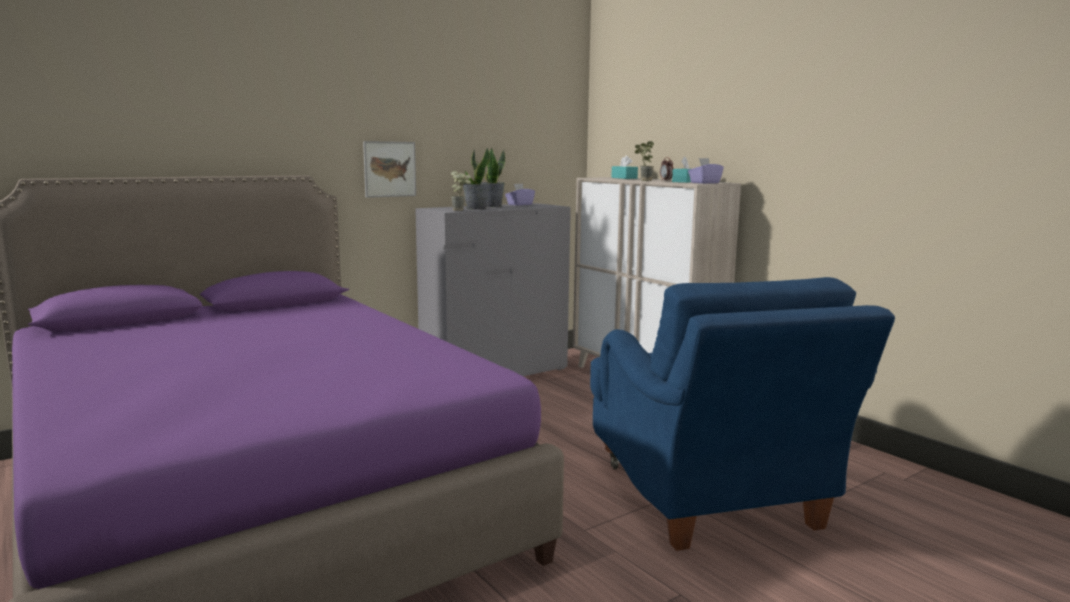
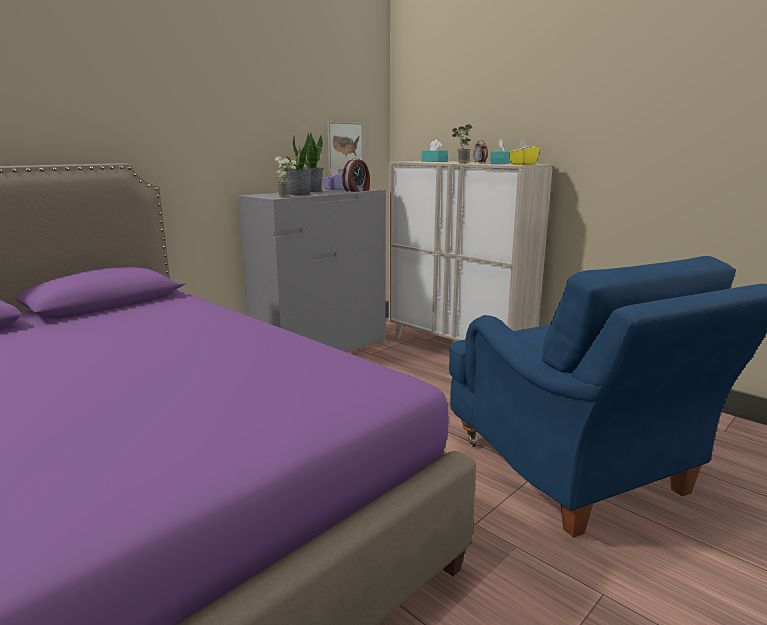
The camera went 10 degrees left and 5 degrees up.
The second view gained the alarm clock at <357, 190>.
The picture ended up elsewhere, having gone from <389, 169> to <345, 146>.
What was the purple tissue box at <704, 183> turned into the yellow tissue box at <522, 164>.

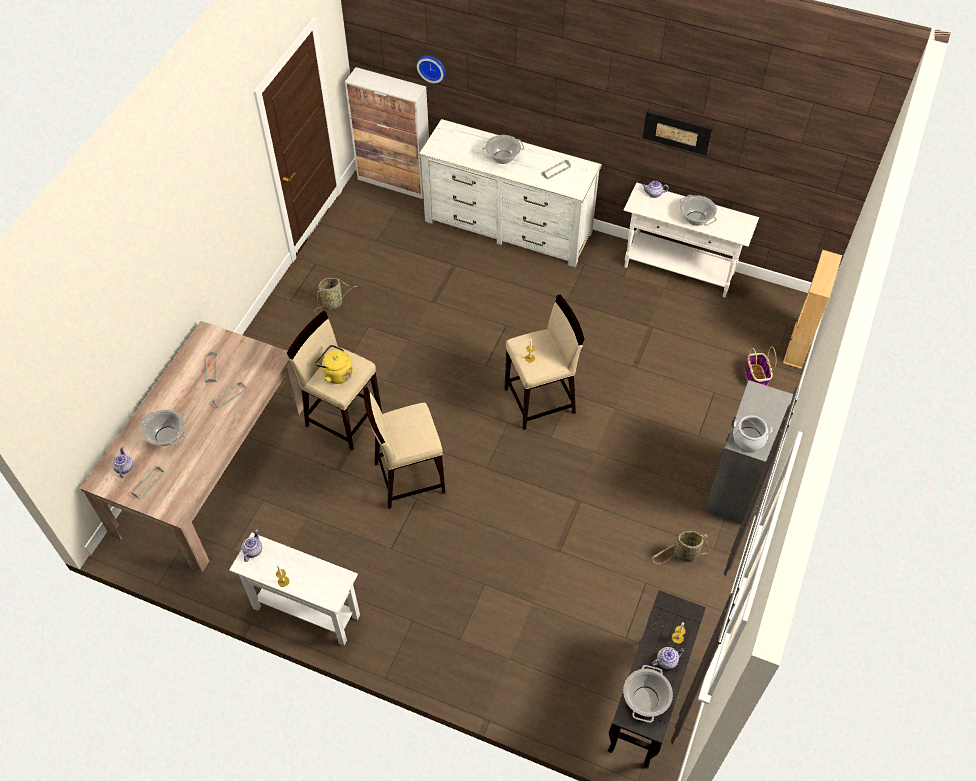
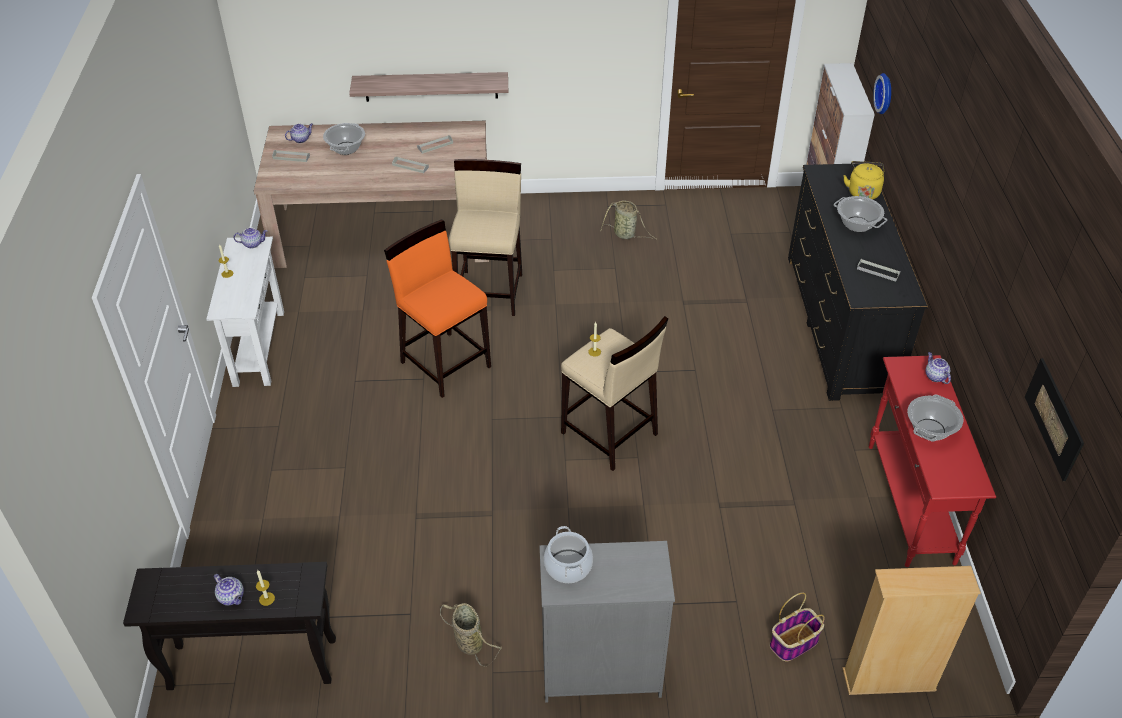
The camera went 65 degrees right and 10 degrees down.
The second view lost the cooking pot at <645, 698>.
The second view gained the shelf at <431, 86>.
The yellow kettle ended up elsewhere, having gone from <336, 373> to <862, 192>.
The picture ended up elsewhere, having gone from <677, 133> to <1054, 418>.
What was the beige stool at <408, 478> turned into the orange stool at <445, 363>.
What was the white dresser at <508, 227> turned into the black dresser at <839, 324>.
What was the white console table at <679, 271> turned into the red console table at <910, 503>.

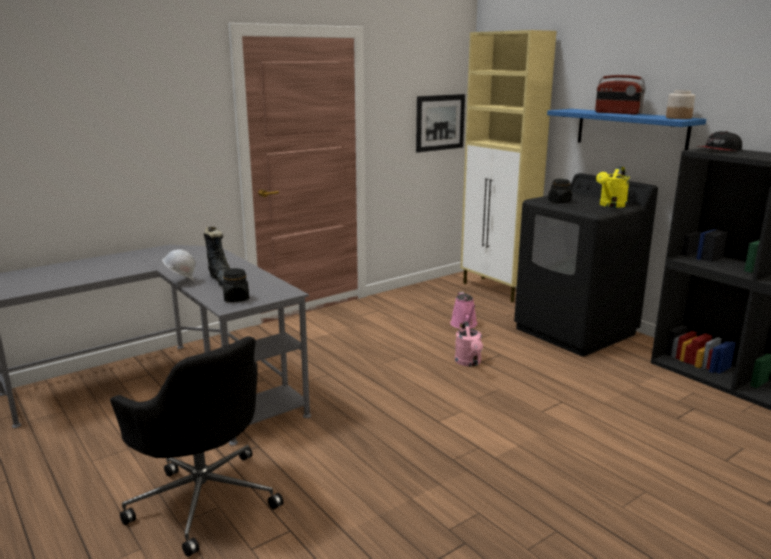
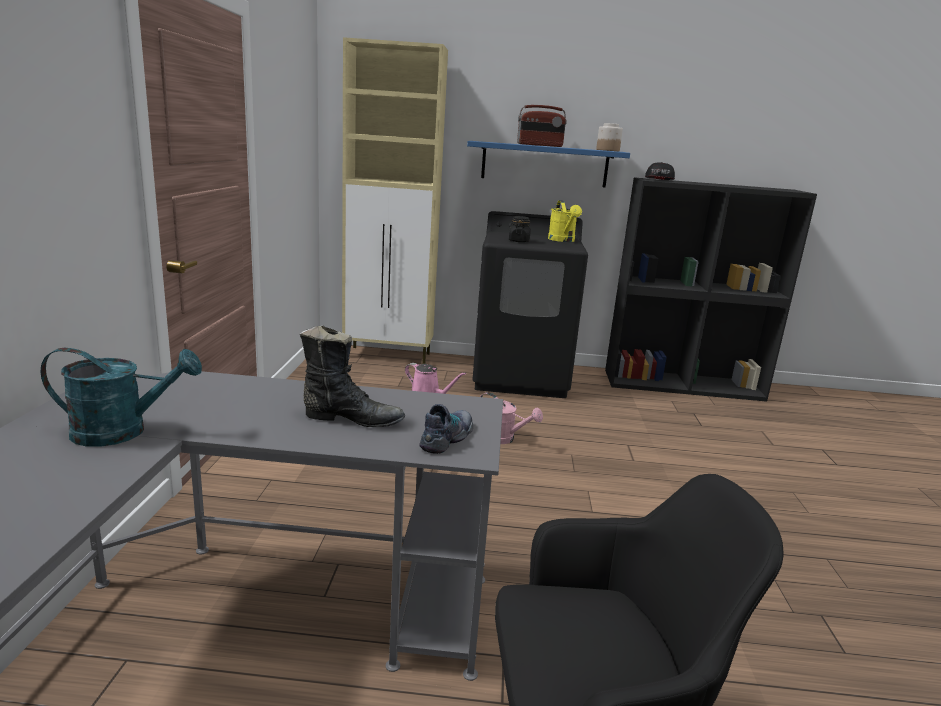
The camera went 50 degrees left and 0 degrees up.
The second view lost the white hard hat at <180, 281>.
The second view lost the picture at <440, 122>.
The second view gained the turquoise watering can at <123, 431>.
Where the black jar stood at <236, 299>, the shoe came to stand at <448, 438>.

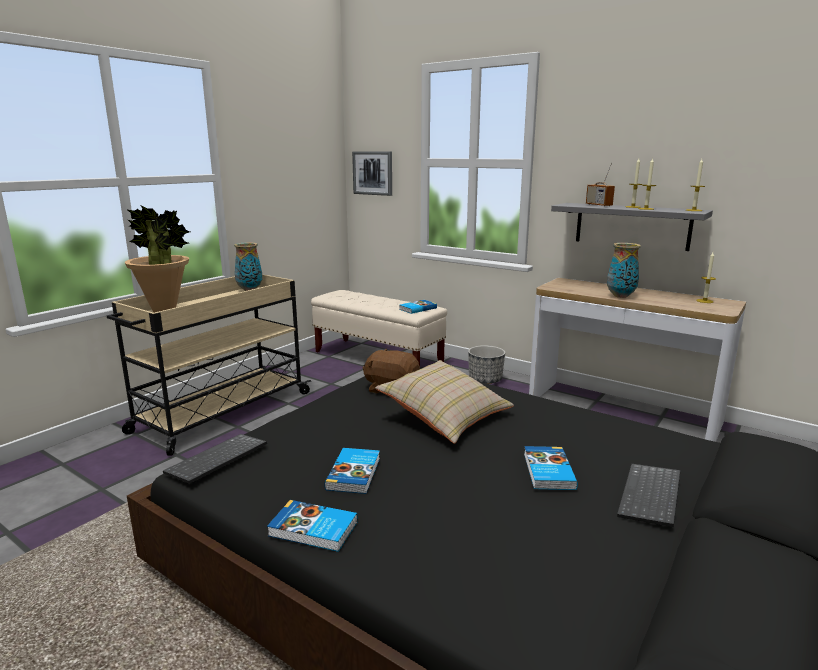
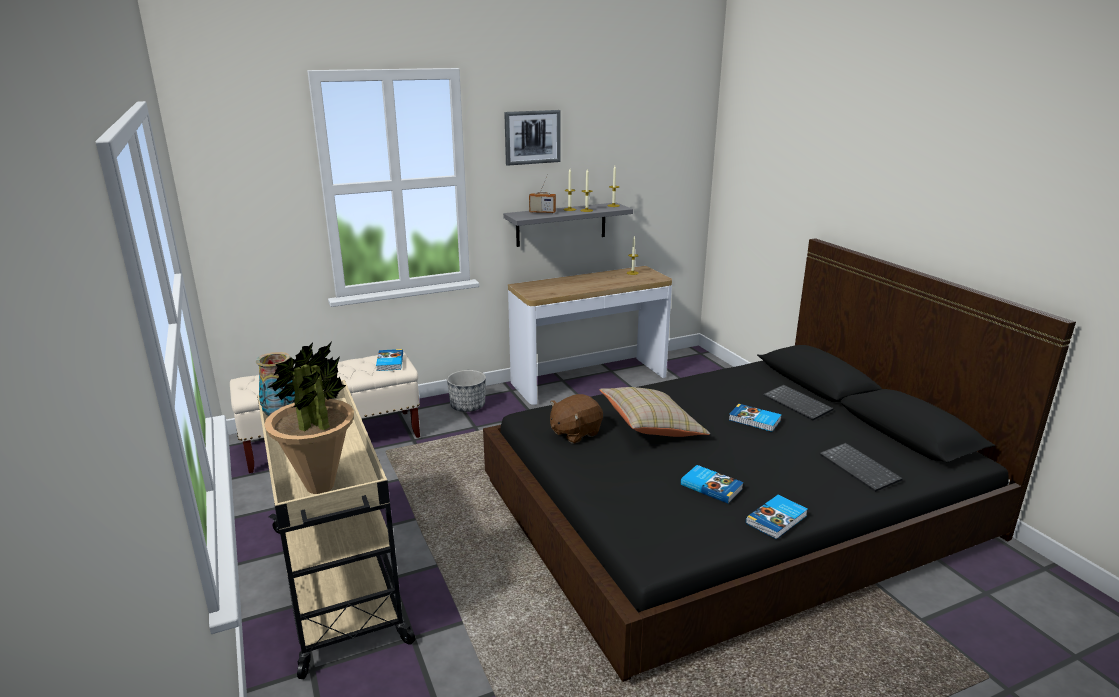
The camera went 60 degrees left and 5 degrees up.
The second view lost the vase at <621, 296>.
The keyboard ended up elsewhere, having gone from <217, 461> to <861, 468>.
The picture ended up elsewhere, having gone from <373, 173> to <532, 137>.

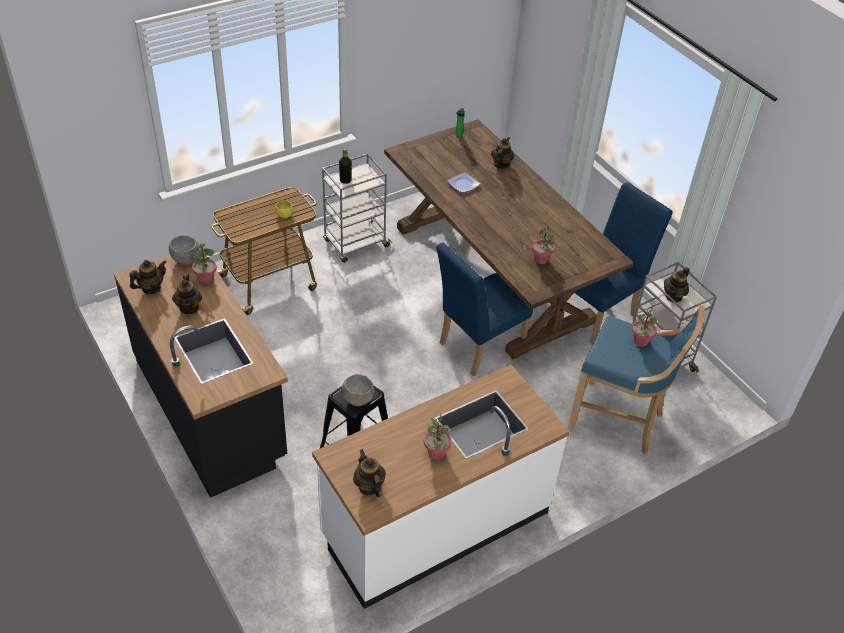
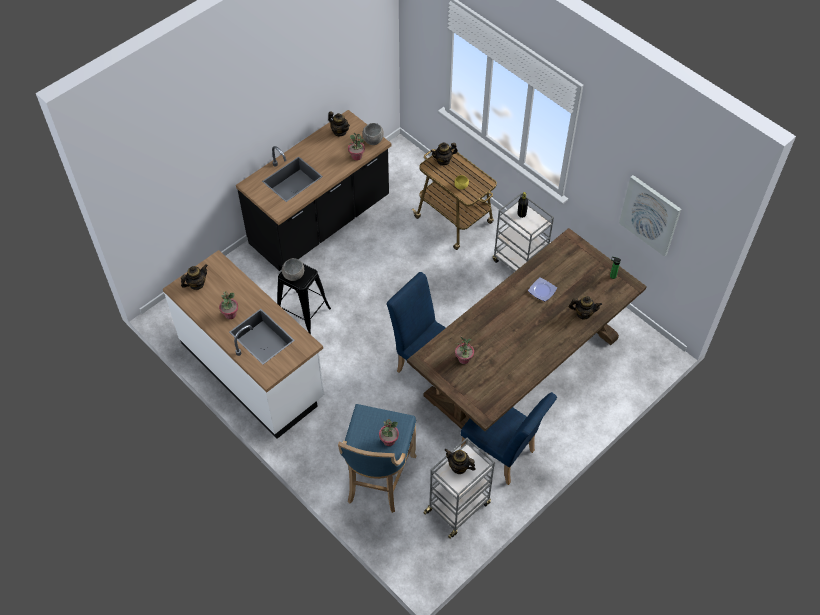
The camera went 80 degrees right and 10 degrees up.
The second view gained the picture at <650, 215>.
The teapot ended up elsewhere, having gone from <189, 307> to <443, 160>.

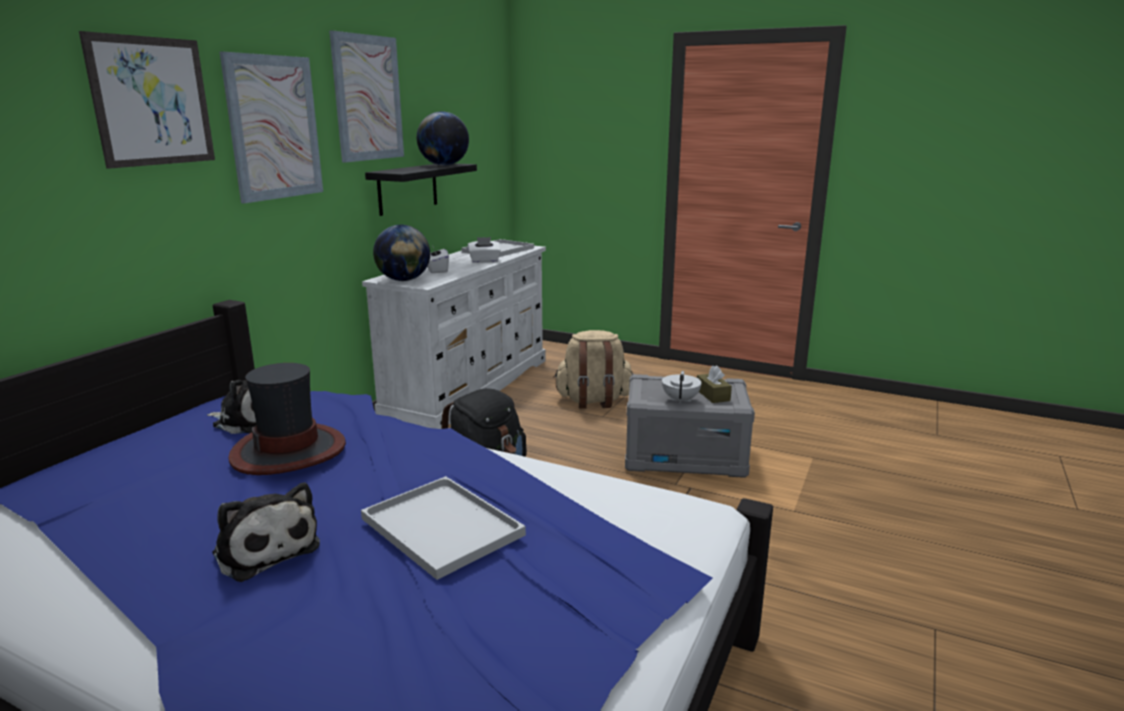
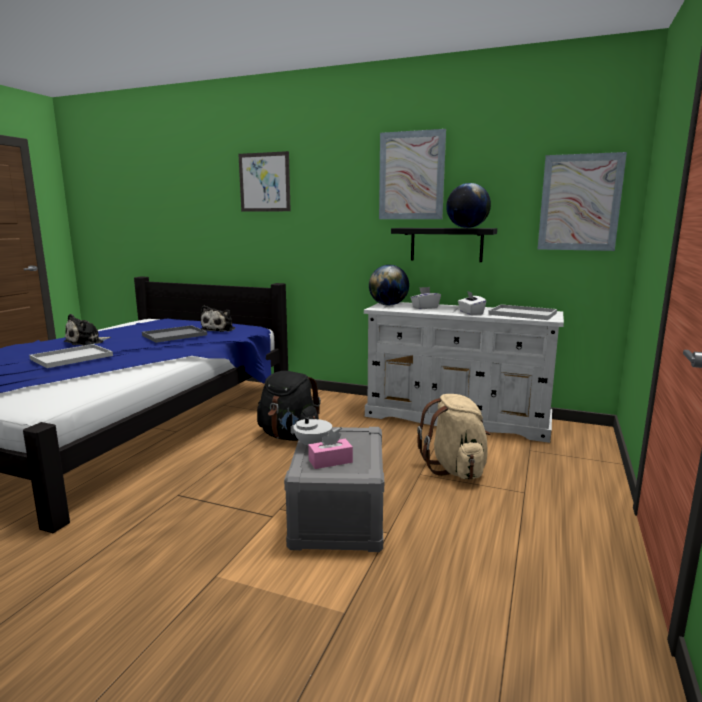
The camera went 85 degrees right and 5 degrees down.
The picture ended up elsewhere, having gone from <274, 128> to <579, 203>.
Where the hat stood at <289, 450>, the grey tray came to stand at <173, 335>.
What was the brown tissue box at <712, 395> turned into the pink tissue box at <330, 461>.

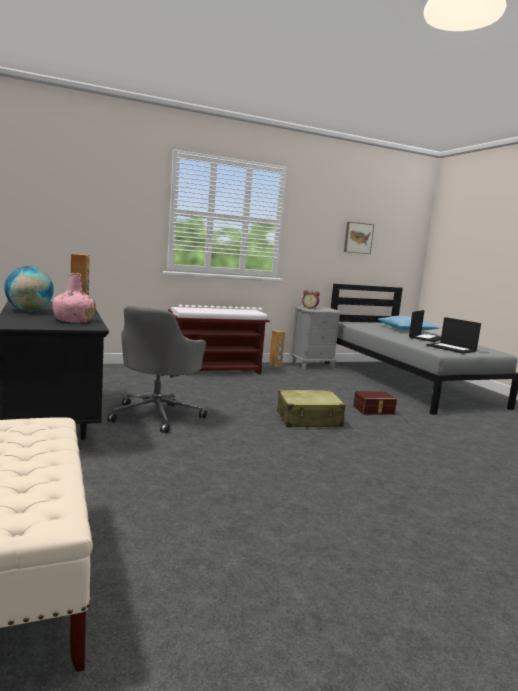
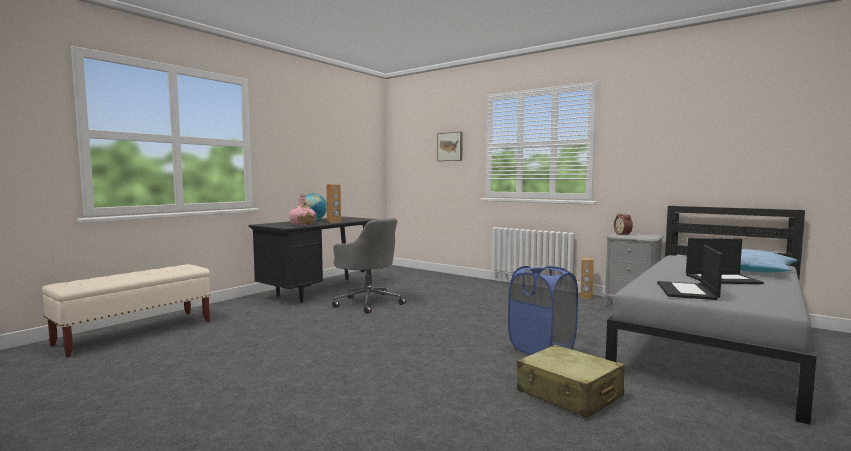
The camera went 60 degrees right and 5 degrees down.
The second view lost the brown bench at <215, 371>.
The beige suitcase ended up elsewhere, having gone from <309, 419> to <569, 394>.
The picture ended up elsewhere, having gone from <358, 238> to <450, 146>.
Where the brown storage box stood at <374, 410>, the blue laundry basket came to stand at <541, 348>.
The grey office chair at <157, 415> ended up facing another way, 120 degrees counterclockwise from before.

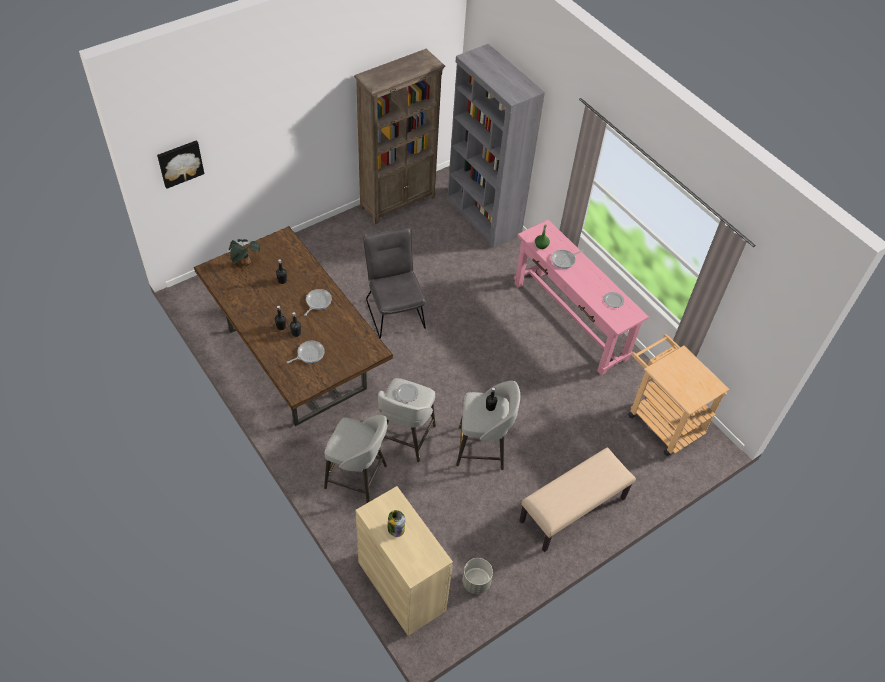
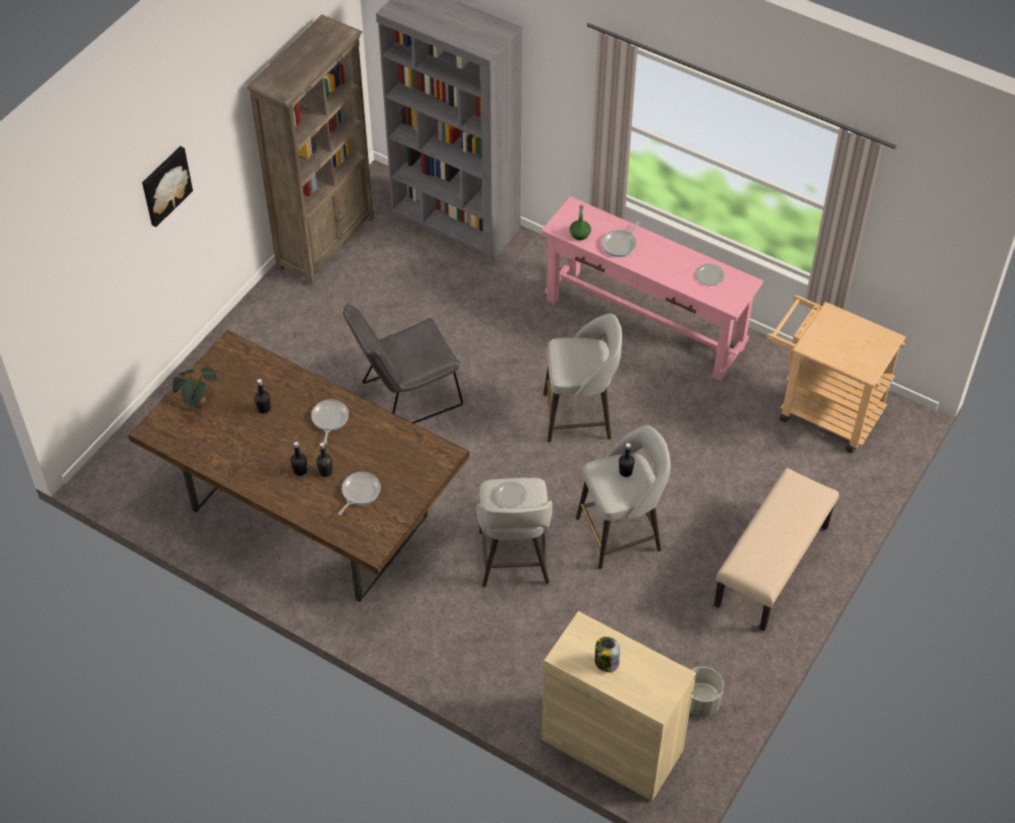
The camera went 20 degrees left and 0 degrees up.
The picture ended up elsewhere, having gone from <180, 163> to <165, 185>.
The grey stool ended up elsewhere, having gone from <357, 477> to <579, 416>.
The grey chair at <394, 310> ended up facing another way, 75 degrees counterclockwise from before.

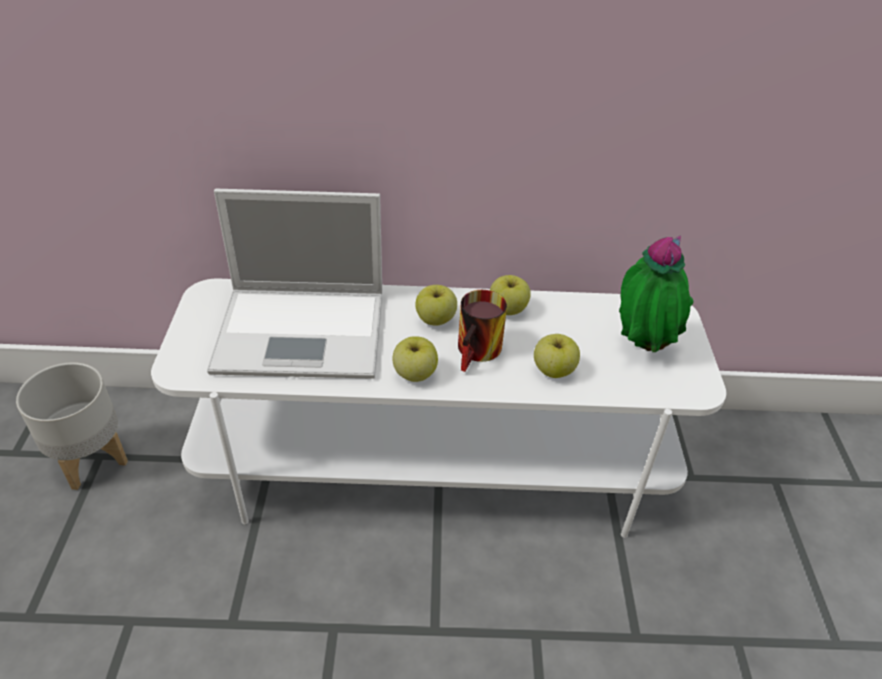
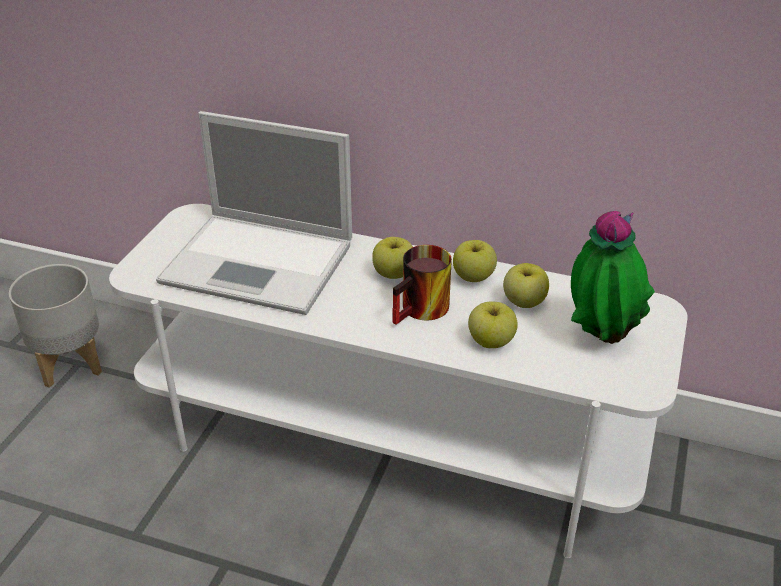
The camera went 20 degrees right and 5 degrees down.
The apple ended up elsewhere, having gone from <414, 374> to <524, 302>.

